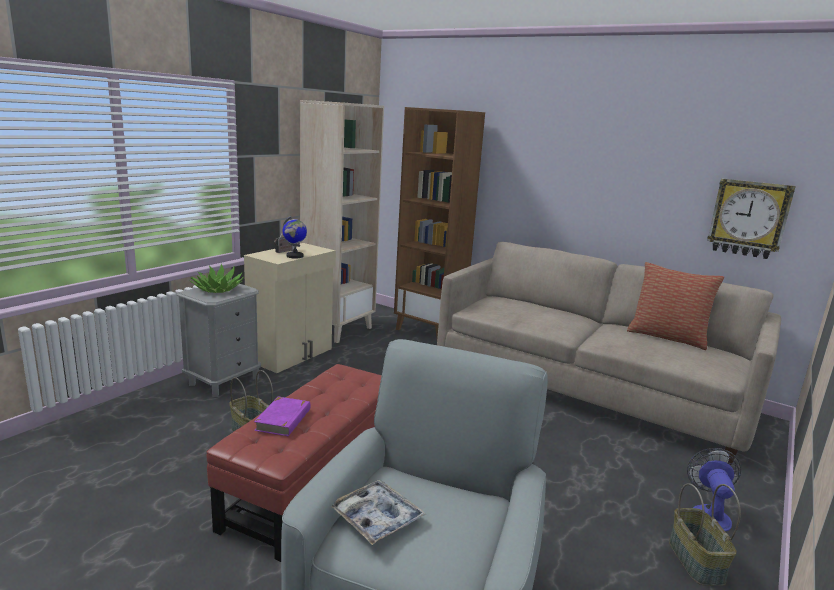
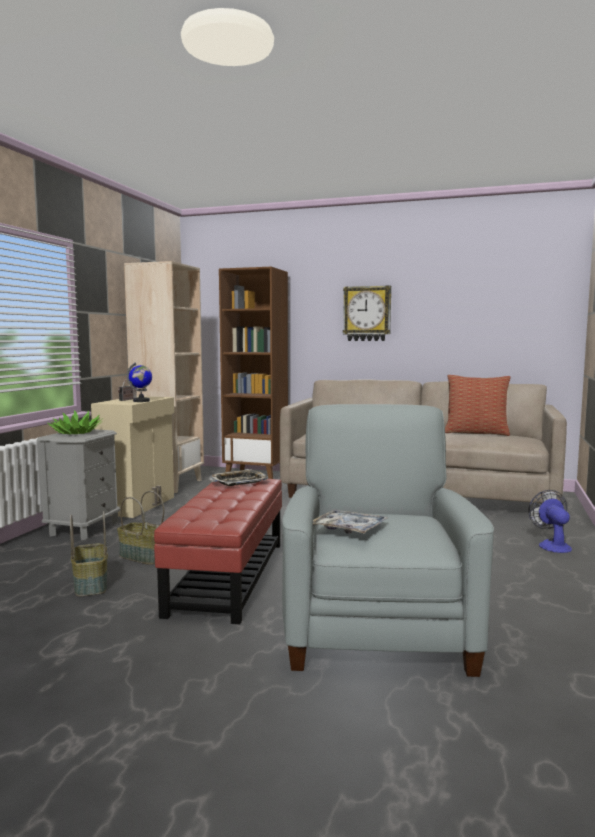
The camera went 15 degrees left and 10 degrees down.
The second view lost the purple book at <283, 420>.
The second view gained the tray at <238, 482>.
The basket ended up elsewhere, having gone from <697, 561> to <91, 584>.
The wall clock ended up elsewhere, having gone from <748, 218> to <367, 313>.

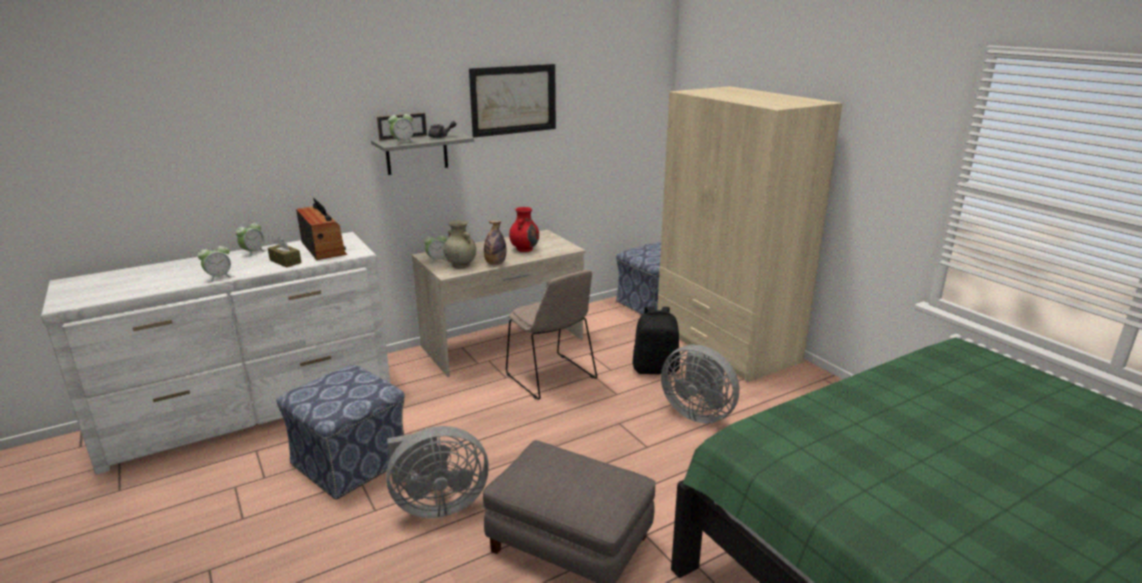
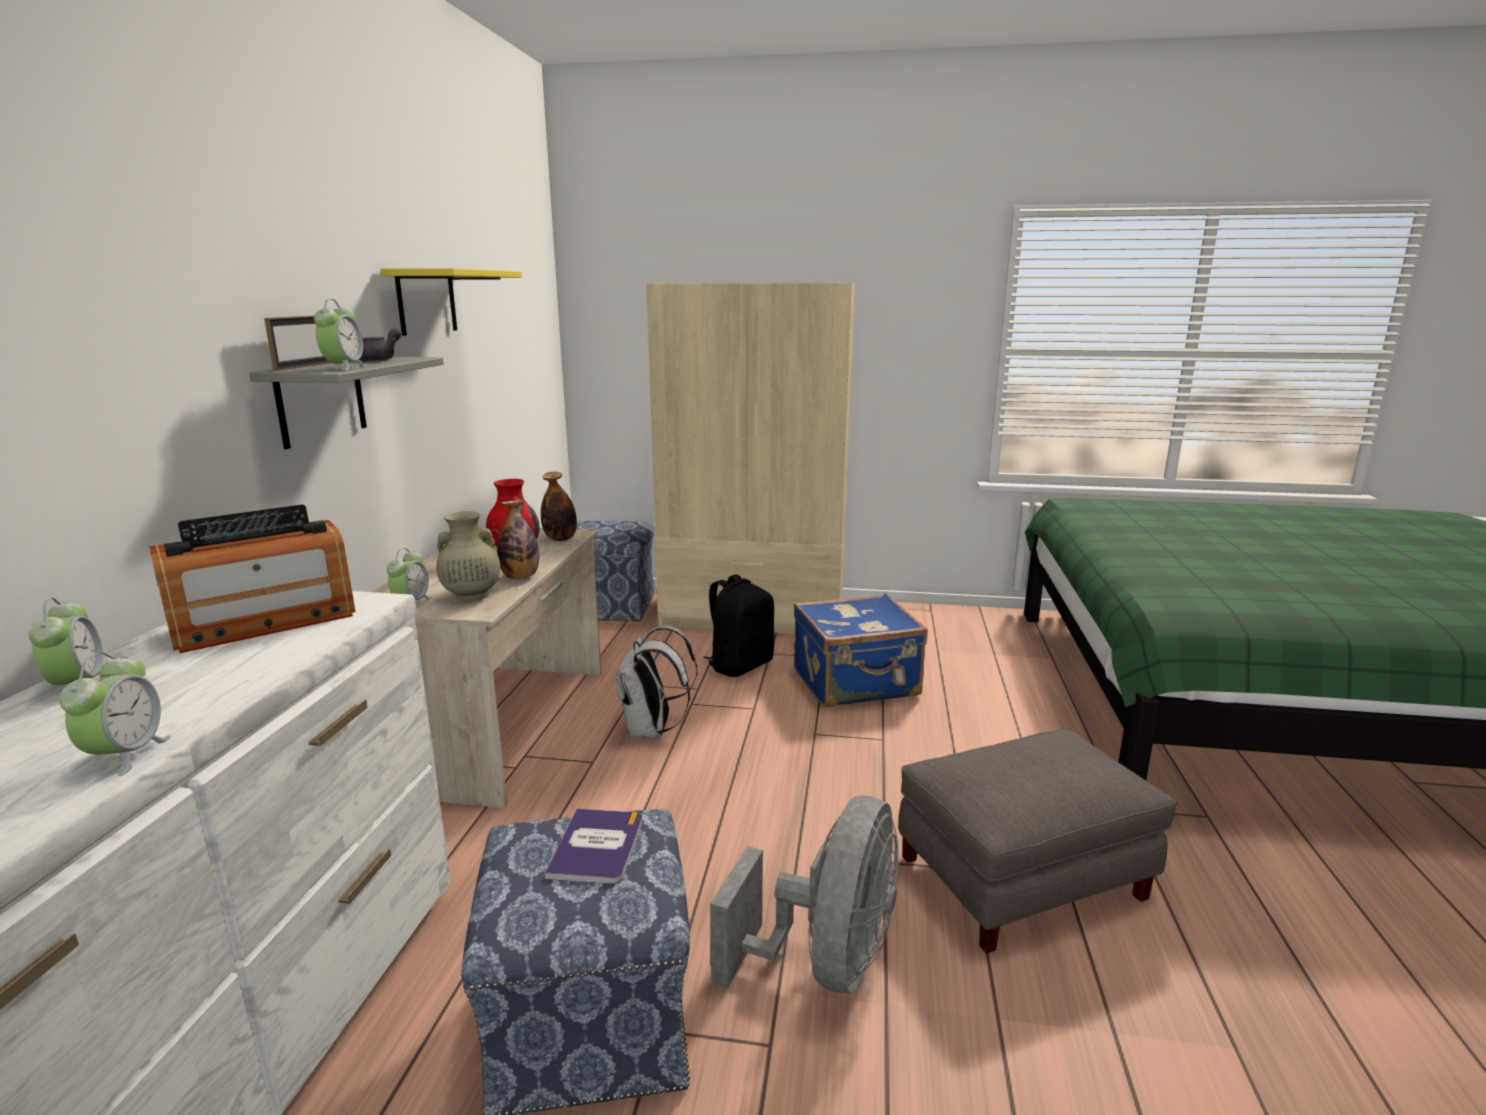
The camera went 50 degrees left and 5 degrees down.
The second view lost the brown tissue box at <285, 261>.
The second view gained the bottle at <560, 539>.
The second view gained the book at <597, 847>.
Where the picture hung at <513, 99>, the yellow shelf came to hang at <426, 301>.
Where the beige chair stood at <552, 378>, the white backpack came to stand at <652, 731>.
Where the grey fan stood at <698, 413>, the blue suitcase came to stand at <857, 684>.
The radio at <323, 248> ended up facing another way, 135 degrees clockwise from before.

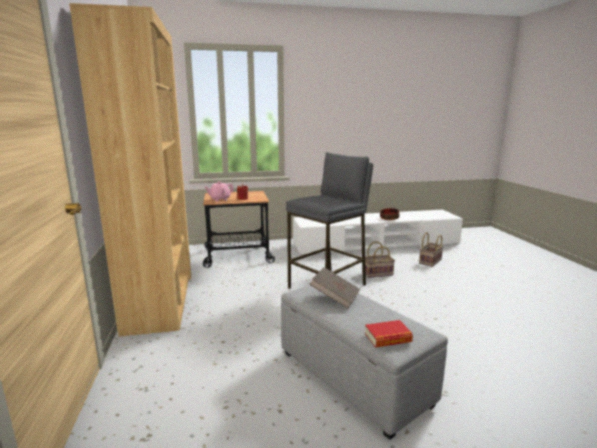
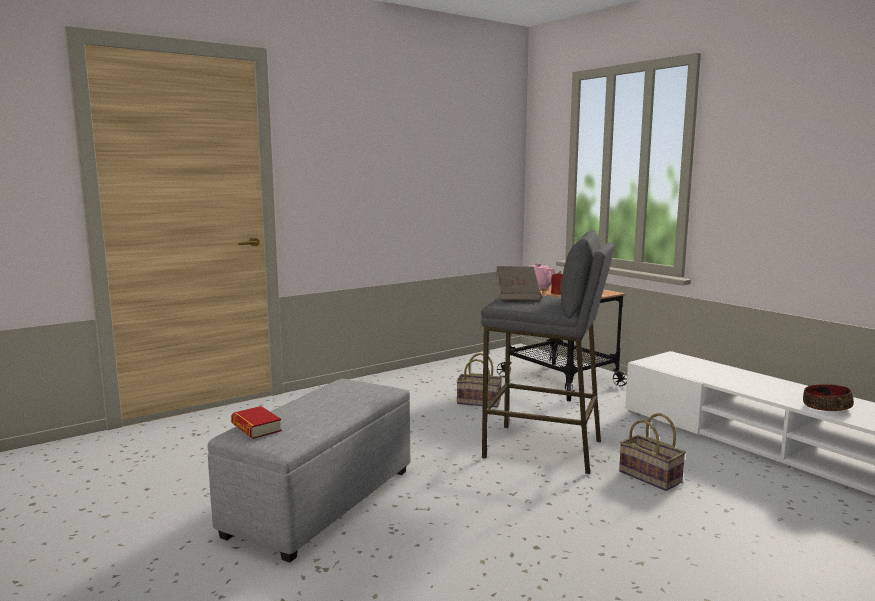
The camera went 65 degrees right and 5 degrees down.
The second view lost the brown bookcase at <160, 301>.
The brown book ended up elsewhere, having gone from <335, 297> to <517, 296>.
The basket ended up elsewhere, having gone from <430, 261> to <480, 402>.

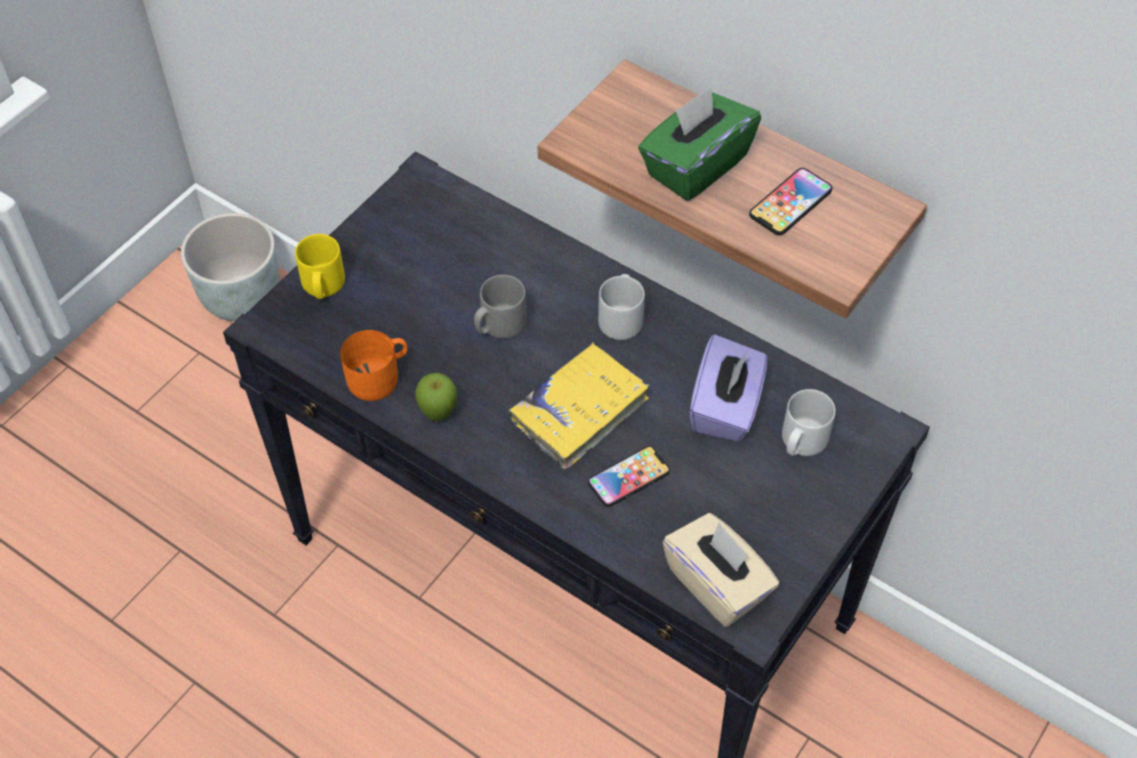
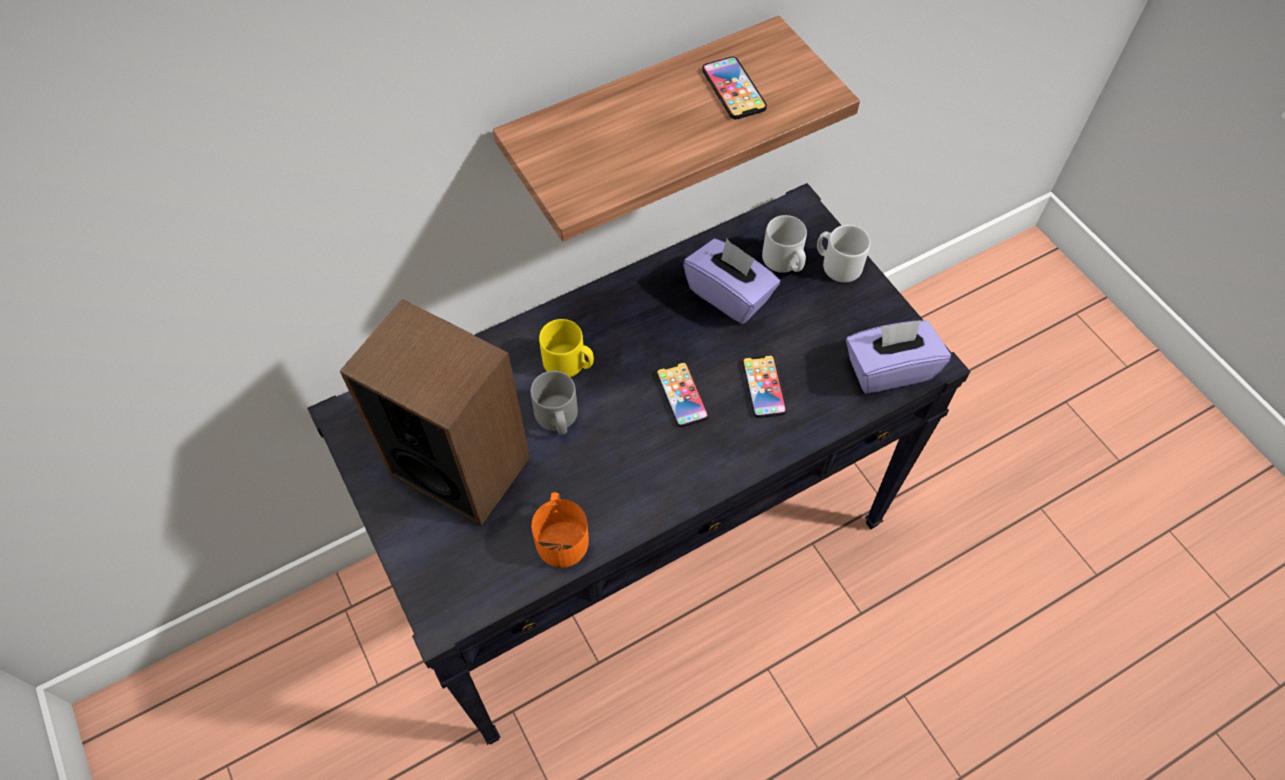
The camera went 65 degrees left and 5 degrees up.
The second view lost the grey planter at <241, 300>.
The second view lost the apple at <438, 415>.
The second view lost the green tissue box at <695, 166>.
The second view gained the speaker at <460, 465>.
The yellow mug ended up elsewhere, having gone from <323, 286> to <569, 363>.
The grey mug ended up elsewhere, having gone from <621, 318> to <837, 265>.
Where the yellow book stood at <579, 412>, the phone came to stand at <682, 395>.
What was the beige tissue box at <717, 584> turned into the purple tissue box at <888, 369>.

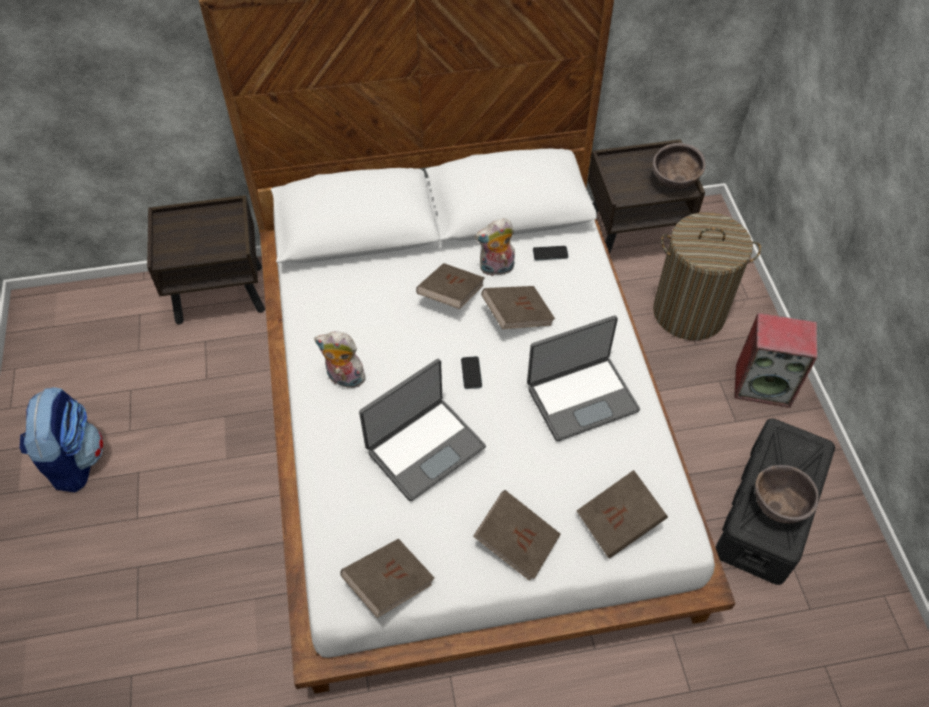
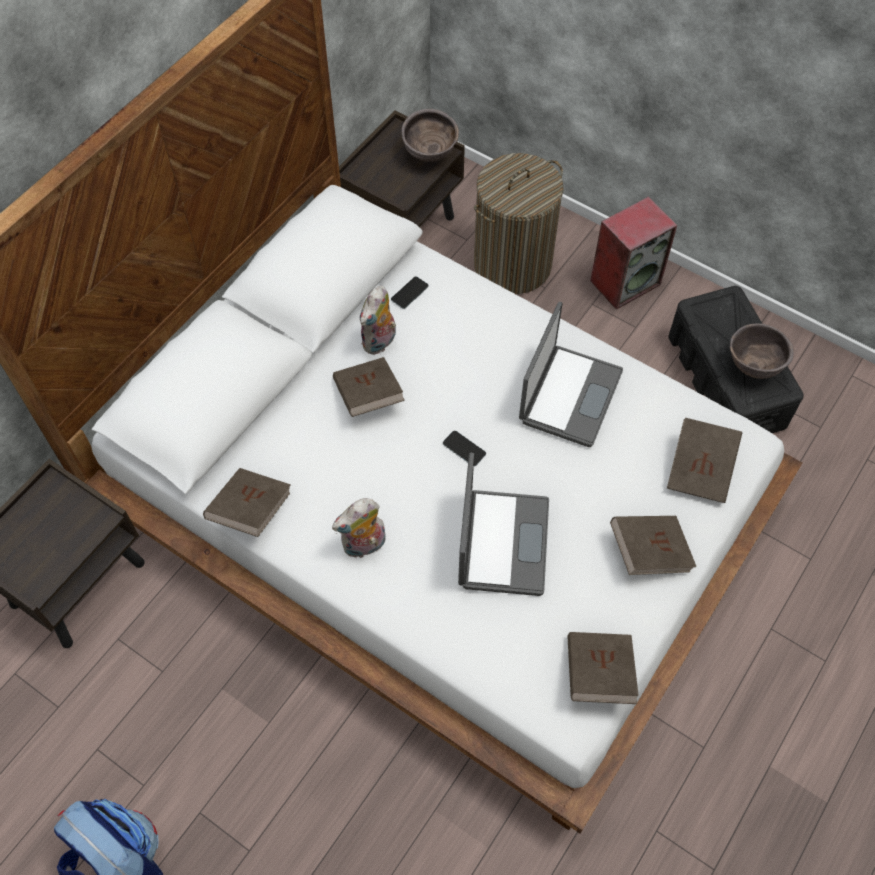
The camera went 45 degrees left and 5 degrees up.
The brown book ended up elsewhere, having gone from <517, 316> to <250, 510>.

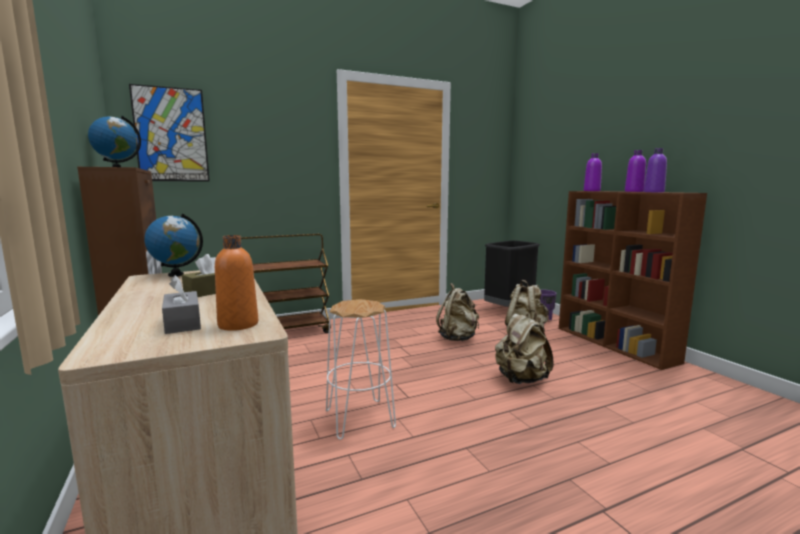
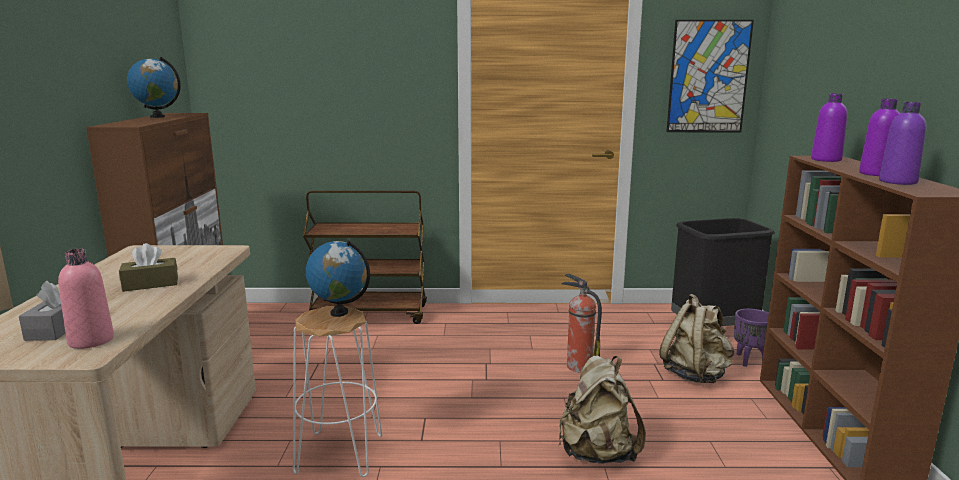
The camera went 25 degrees right and 5 degrees up.
The picture ended up elsewhere, having gone from <171, 135> to <708, 77>.
The globe ended up elsewhere, having gone from <176, 275> to <339, 312>.
Where the beige backpack stood at <458, 338>, the fire extinguisher came to stand at <578, 366>.
What was the orange bottle at <238, 325> turned into the pink bottle at <91, 341>.

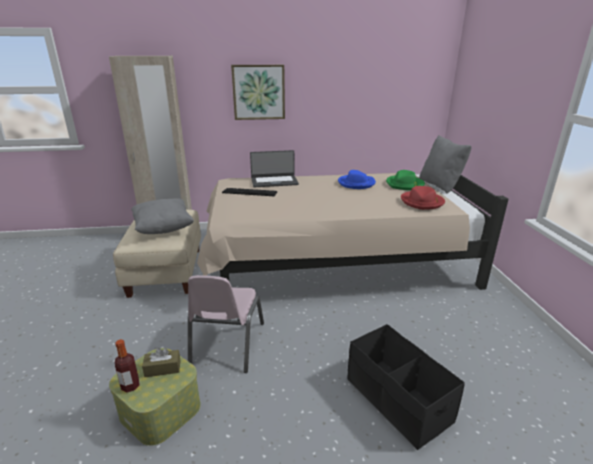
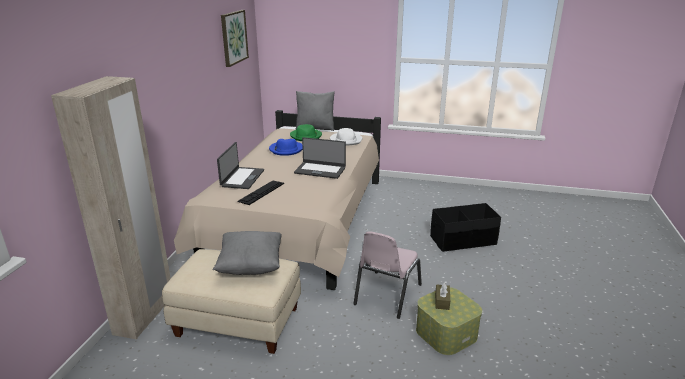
The camera went 70 degrees left and 0 degrees up.
The second view lost the bottle at <130, 386>.
The second view gained the laptop at <320, 170>.
The picture ended up elsewhere, having gone from <258, 92> to <233, 37>.
What was the red hat at <422, 202> turned into the white hat at <346, 140>.
The pink chair at <227, 345> ended up facing another way, 90 degrees clockwise from before.

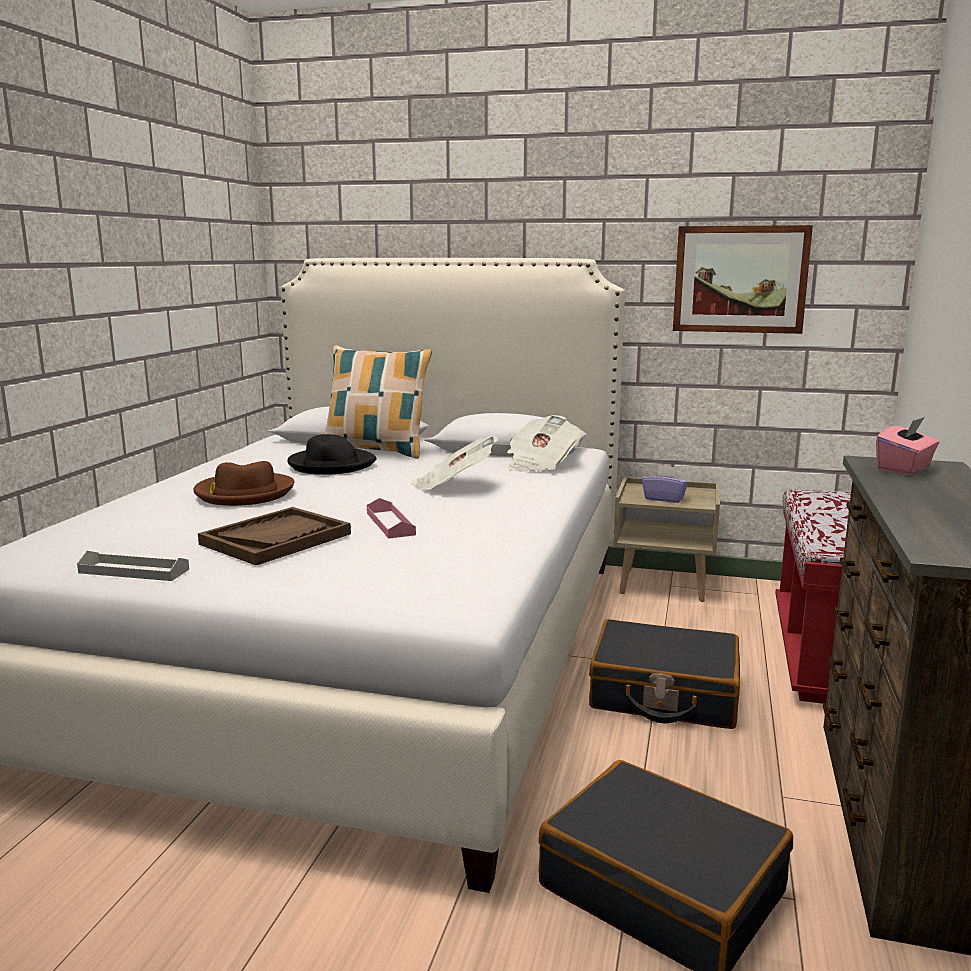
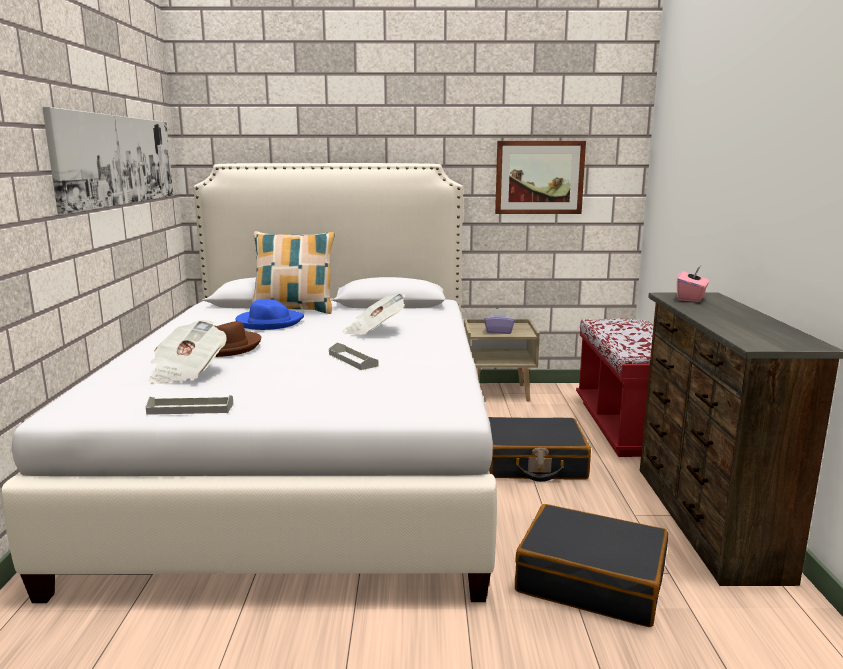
The camera went 15 degrees left and 0 degrees up.
The second view lost the brown tray at <276, 539>.
The second view gained the picture at <117, 160>.
The newspaper ended up elsewhere, having gone from <540, 464> to <186, 372>.
What was the black hat at <331, 465> turned into the blue hat at <269, 322>.
What was the pink tray at <390, 523> turned into the grey tray at <353, 360>.

